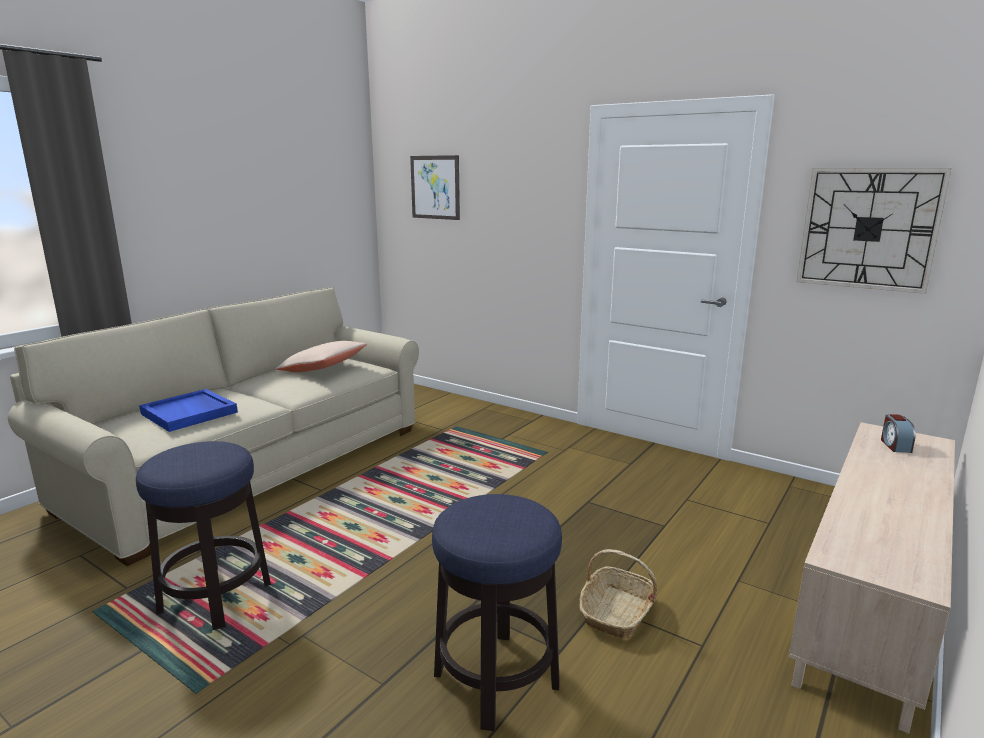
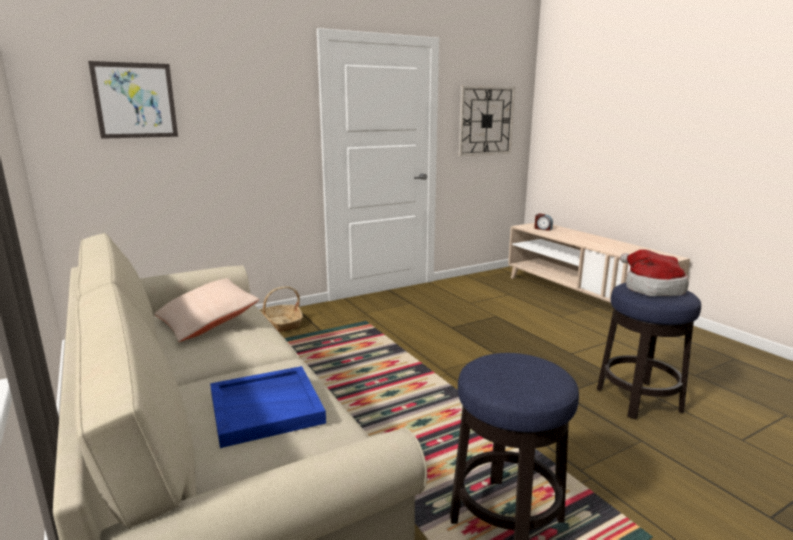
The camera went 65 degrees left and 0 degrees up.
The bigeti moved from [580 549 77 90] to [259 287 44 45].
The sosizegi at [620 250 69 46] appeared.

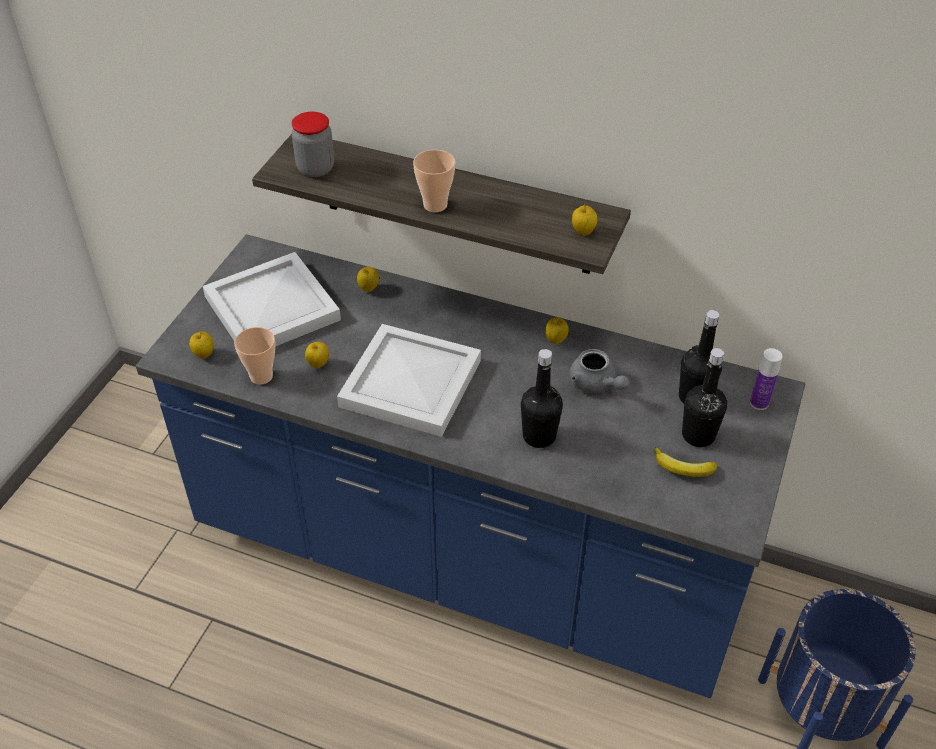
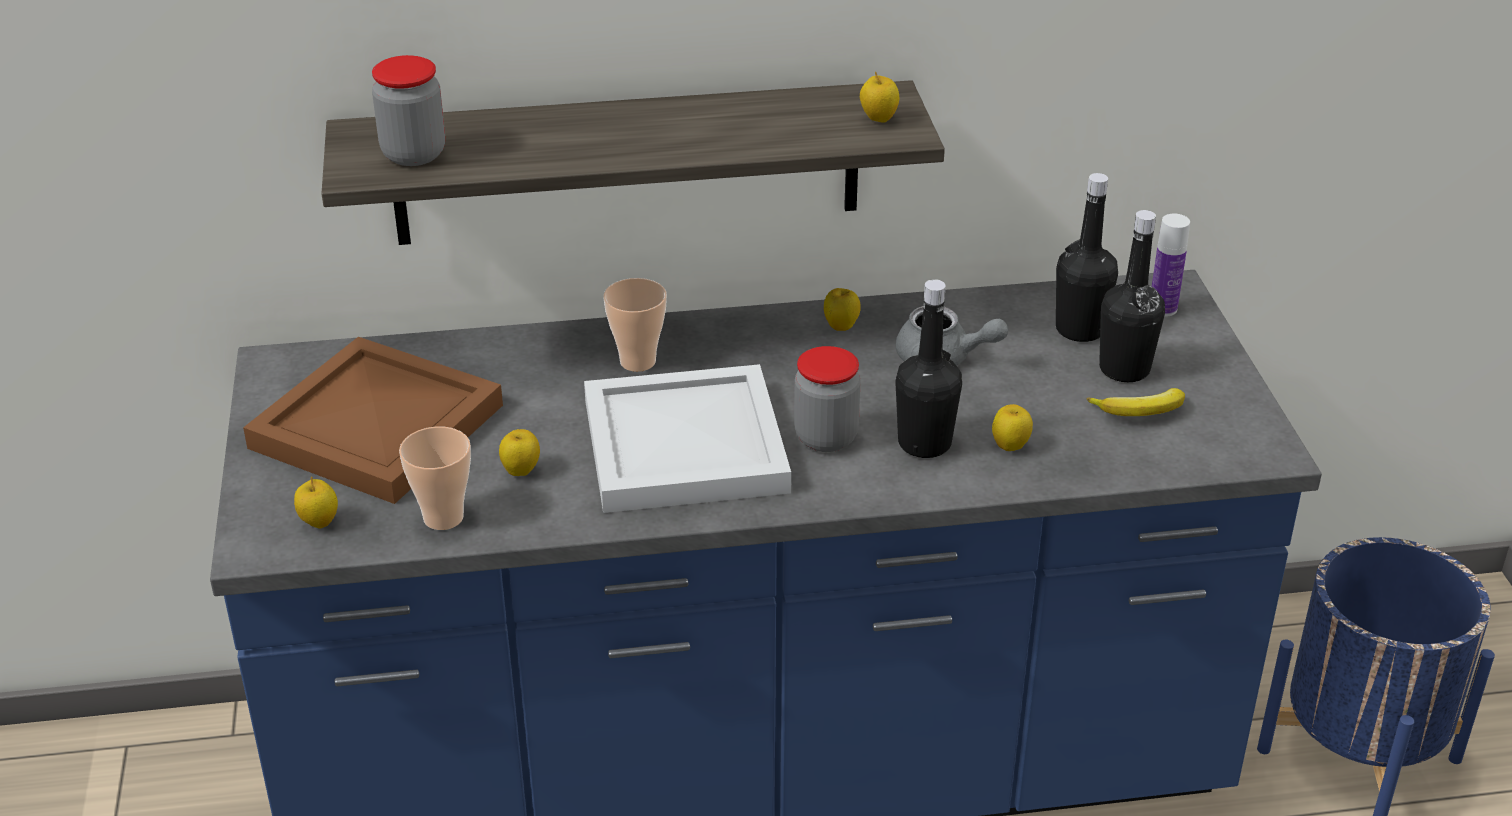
The camera went 30 degrees left and 10 degrees down.
The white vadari at [203 252 138 94] became the brown vadari at [243 337 260 167].
The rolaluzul moved from [413 150 42 62] to [603 278 64 94].
The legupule at [794 346 67 106] appeared.
The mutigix moved from [357 267 22 25] to [992 404 41 47].

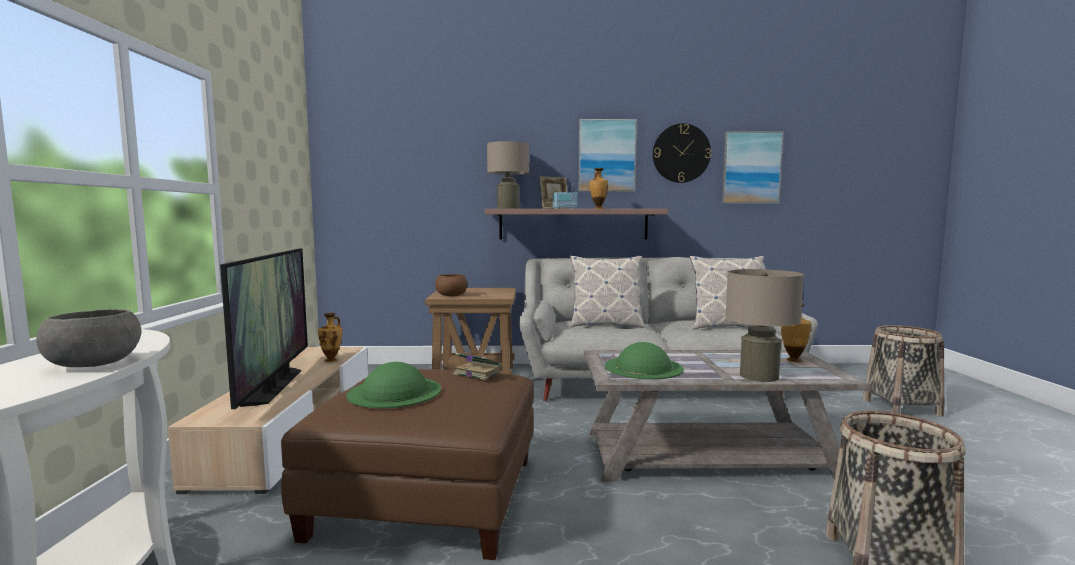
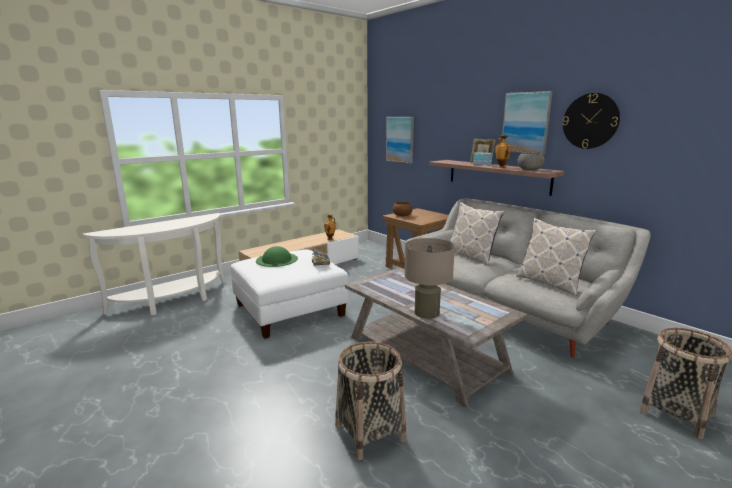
The camera went 50 degrees right and 10 degrees up.
The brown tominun at [281 369 253 191] became the white tominun at [231 249 117 90].
The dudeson moved from [722 132 61 72] to [386 117 28 46].
The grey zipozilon moved from [36 309 106 58] to [517 153 28 17].
The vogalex at [220 248 88 161] disappeared.
The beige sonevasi at [487 141 42 68] disappeared.
The green sosizegi at [605 342 79 37] disappeared.
The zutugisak at [781 303 30 59] disappeared.

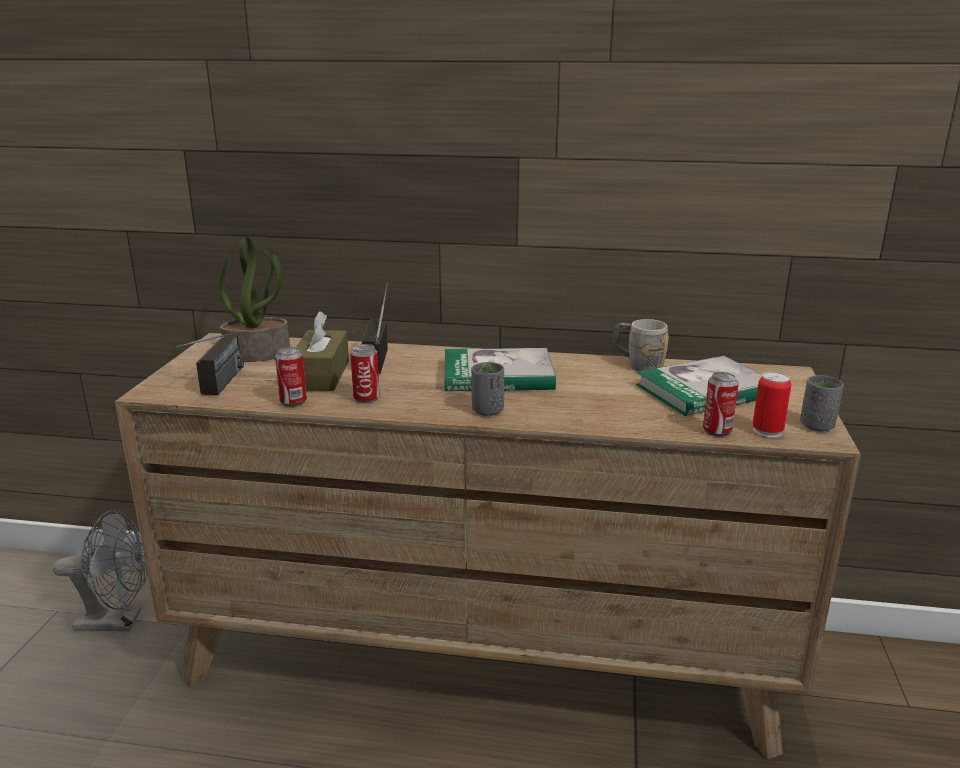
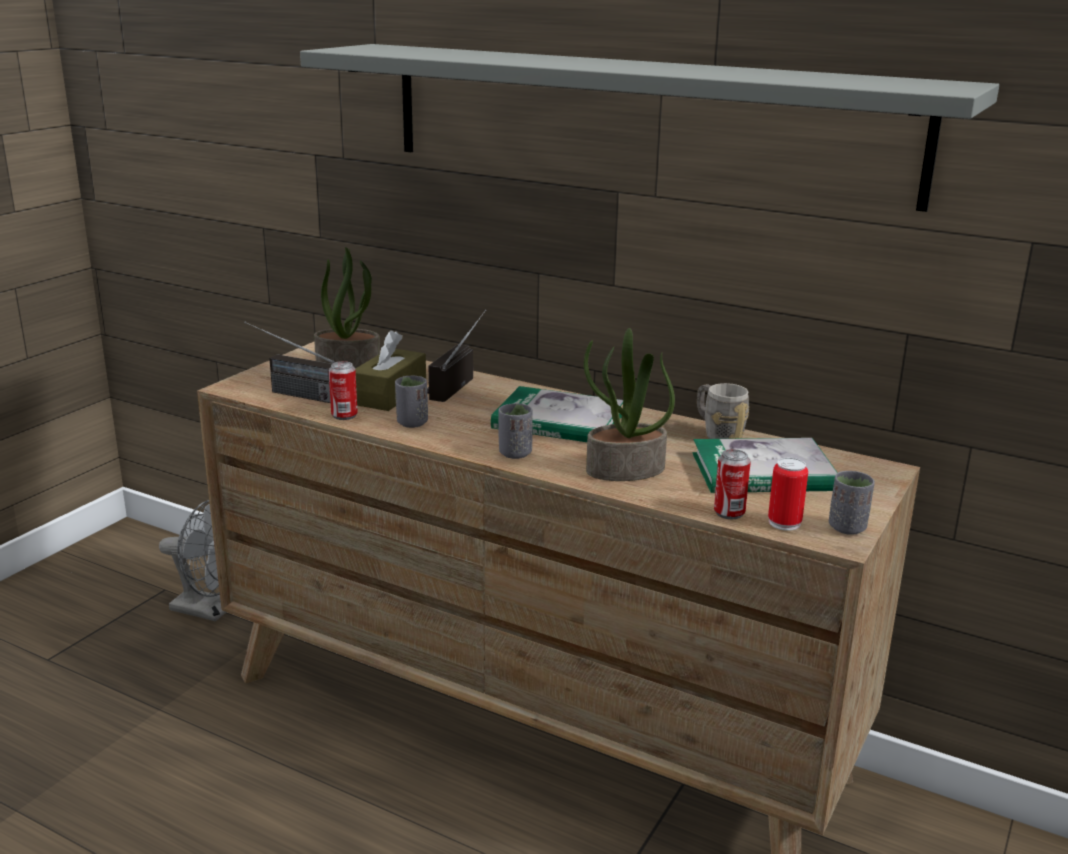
The camera went 20 degrees right and 0 degrees up.
The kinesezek at [176 334 68 61] turned 90 degrees clockwise.
The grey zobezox at [300 44 699 168] appeared.
The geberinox at [350 344 30 59] was replaced by the grey rolaluzul at [395 375 33 53].
The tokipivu at [584 328 91 153] appeared.

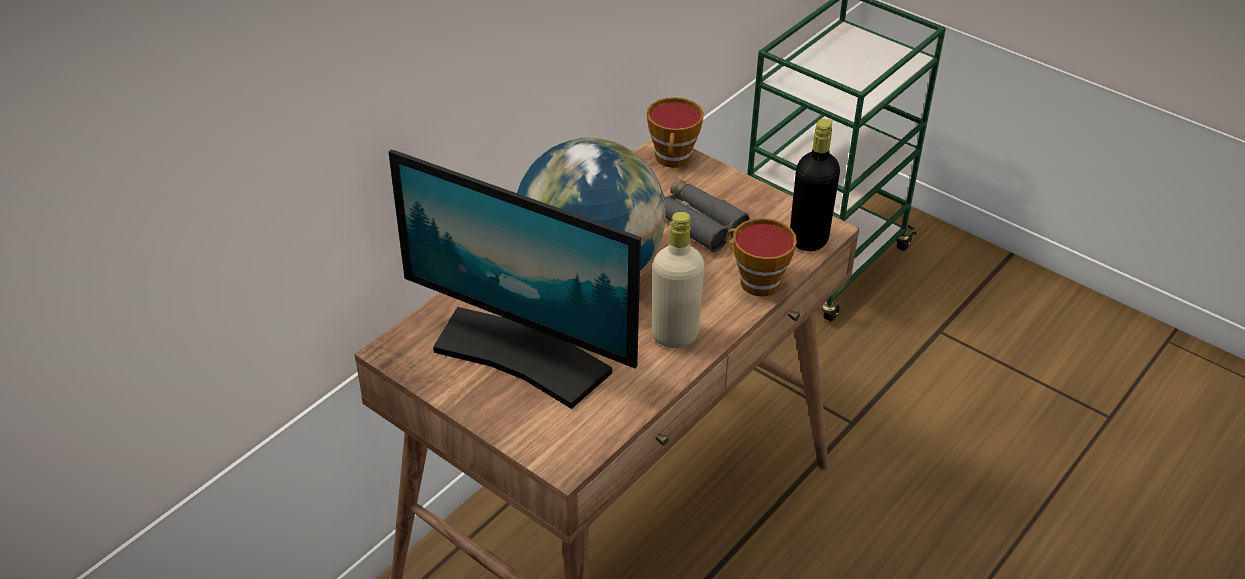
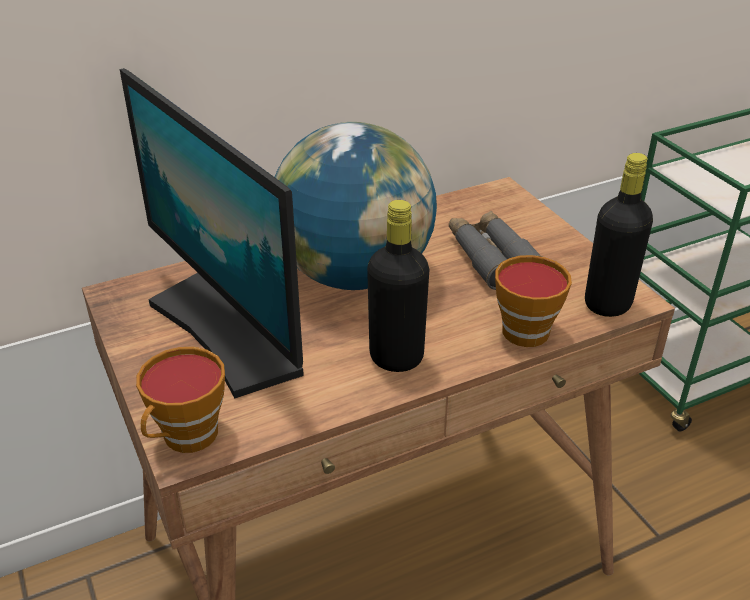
The camera went 25 degrees right and 5 degrees down.
The rolaluzul moved from [647 97 57 71] to [136 347 89 106].
The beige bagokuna at [652 212 53 136] became the black bagokuna at [367 200 63 172].

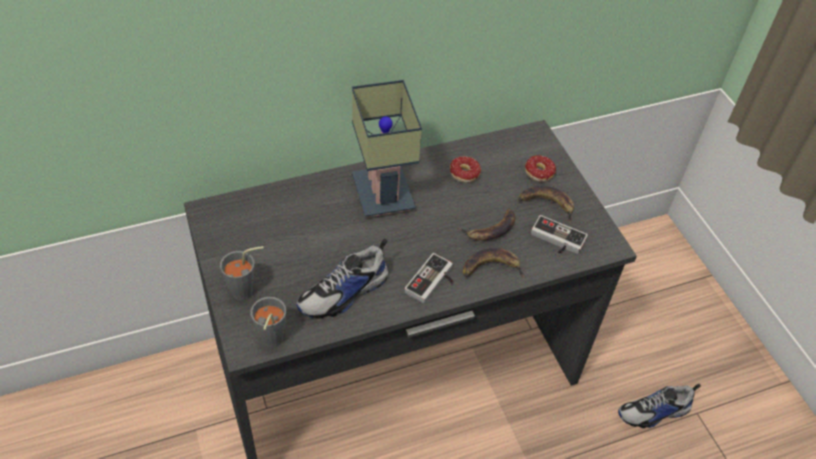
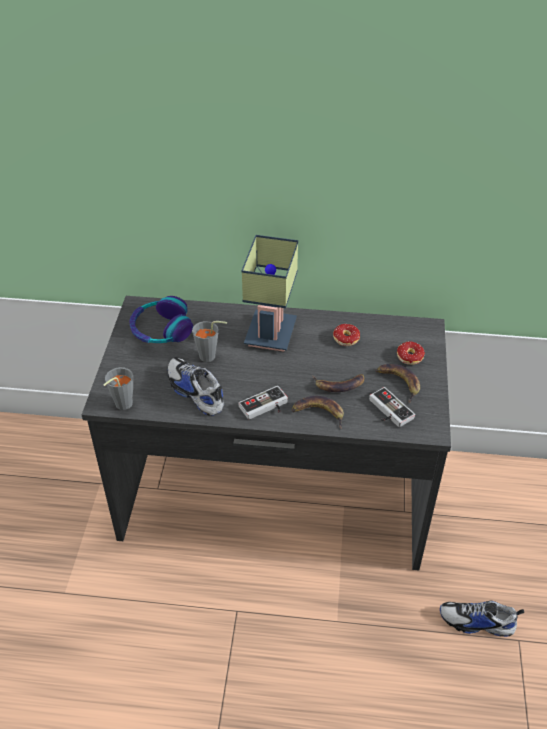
The camera went 30 degrees right and 5 degrees down.
The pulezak at [129 296 64 47] appeared.
The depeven at [296 238 92 80] turned 60 degrees clockwise.
The grey rolaluzul moved from [220 246 44 55] to [192 321 35 41].

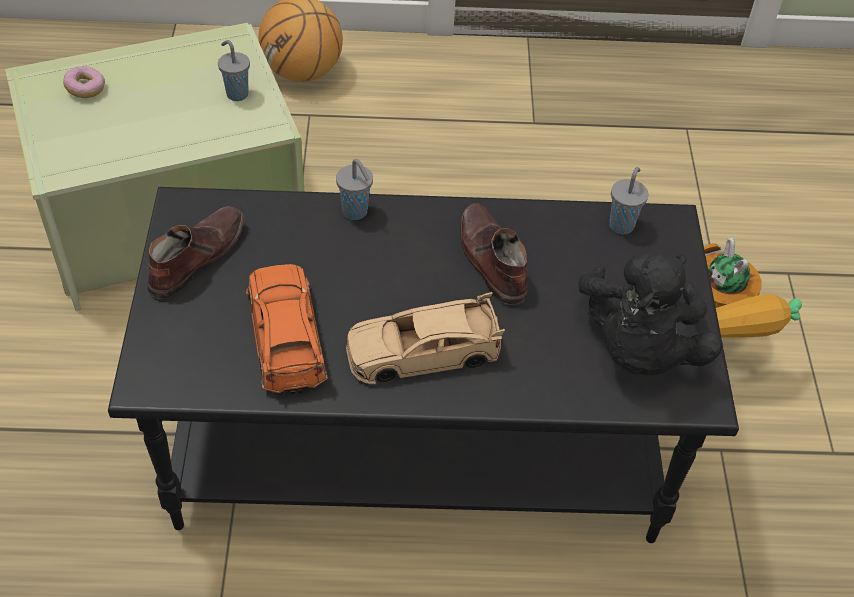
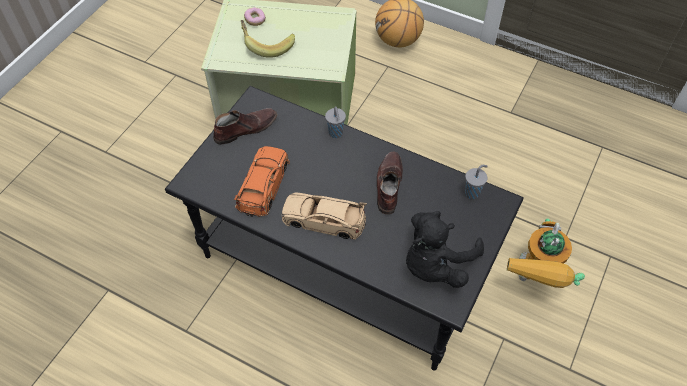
The camera went 30 degrees right and 5 degrees up.
The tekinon at [241 20 54 38] appeared.
The grey rolaluzul at [218 40 32 61] disappeared.

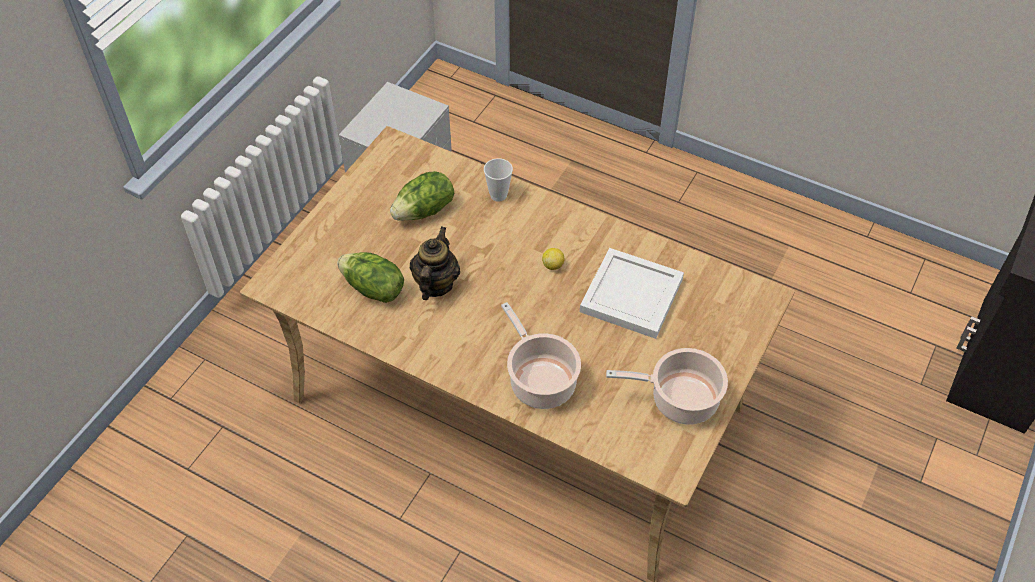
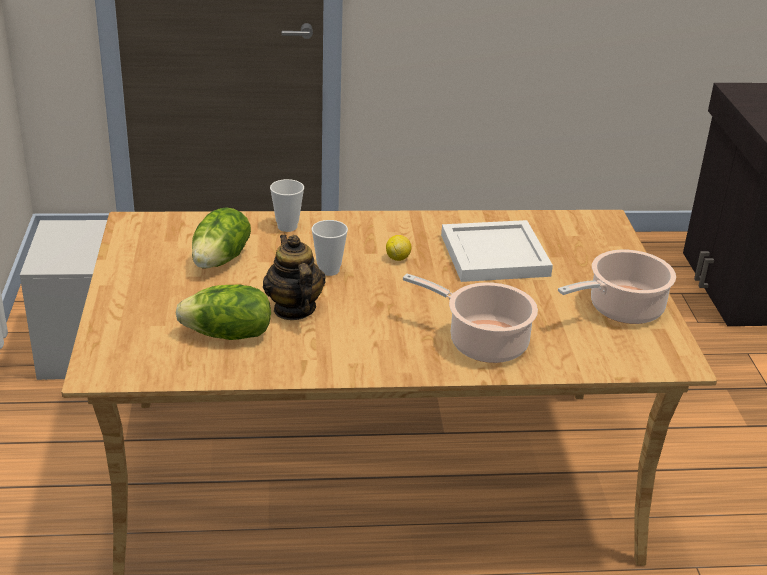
The camera went 35 degrees left and 20 degrees down.
The rolaluzul at [312 220 36 56] appeared.

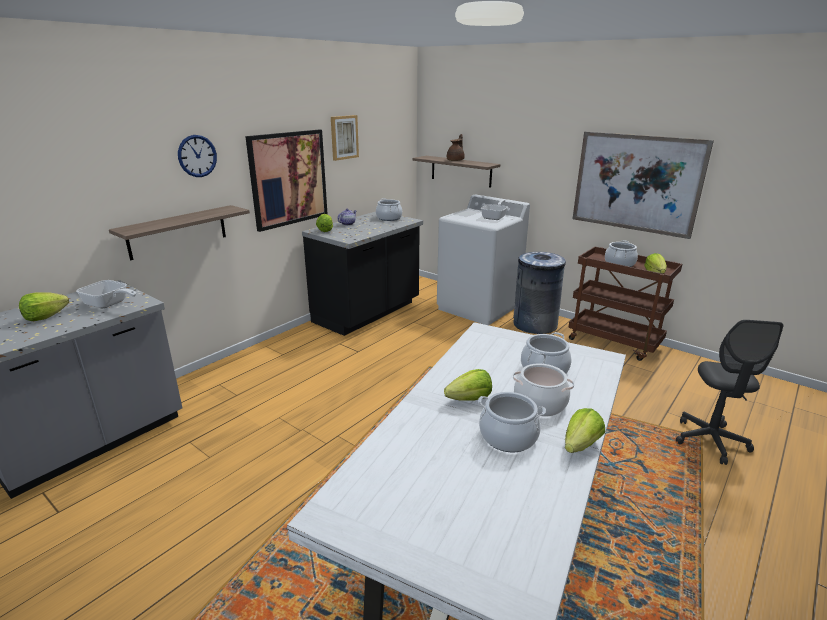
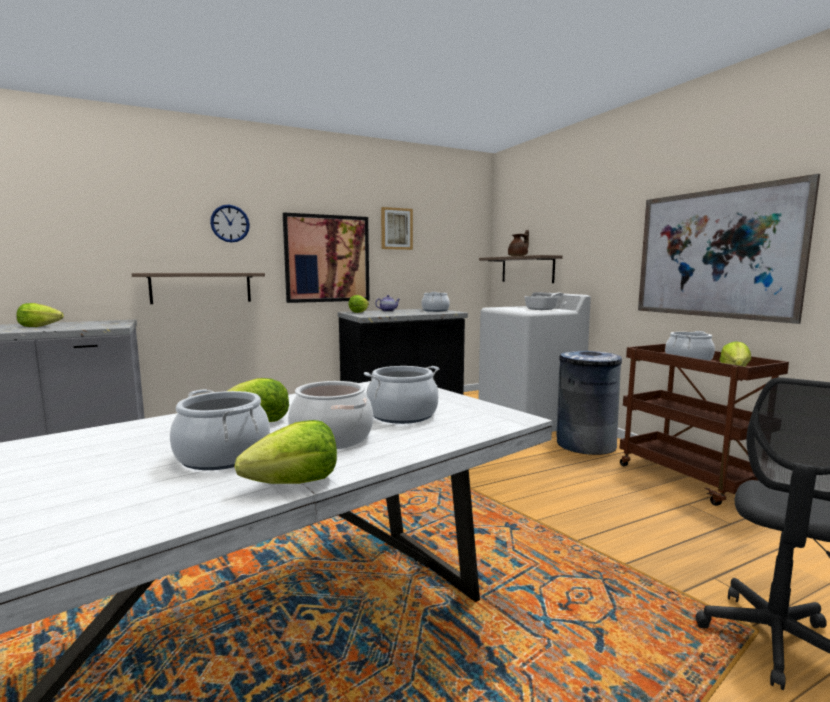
The camera went 25 degrees right and 15 degrees down.
The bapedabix at [76 280 60 28] disappeared.

